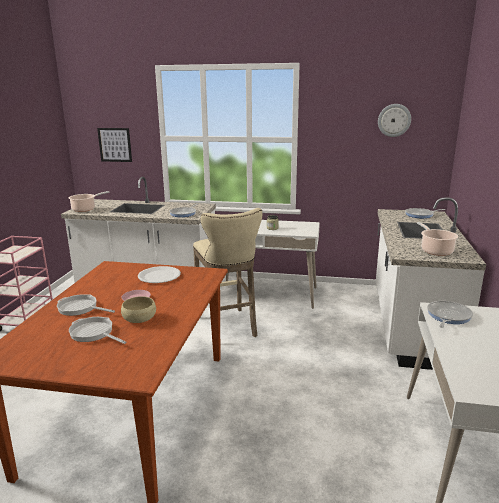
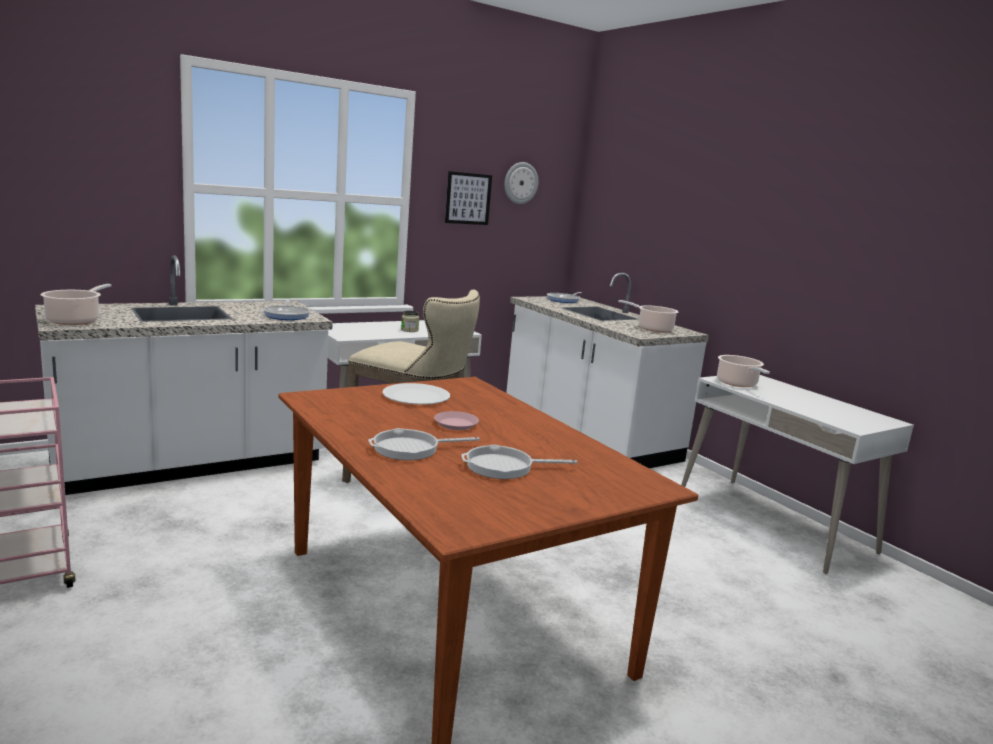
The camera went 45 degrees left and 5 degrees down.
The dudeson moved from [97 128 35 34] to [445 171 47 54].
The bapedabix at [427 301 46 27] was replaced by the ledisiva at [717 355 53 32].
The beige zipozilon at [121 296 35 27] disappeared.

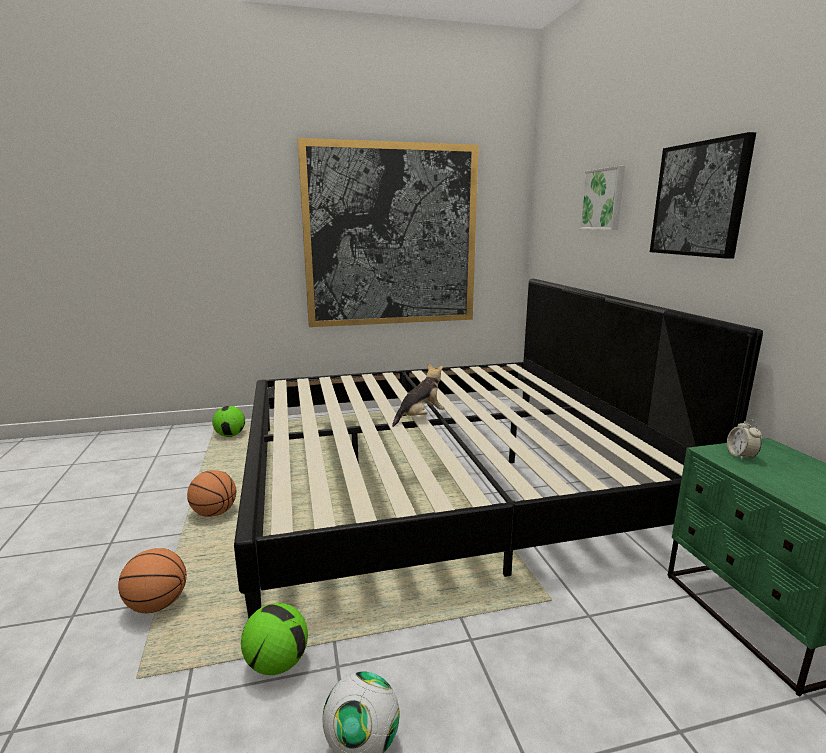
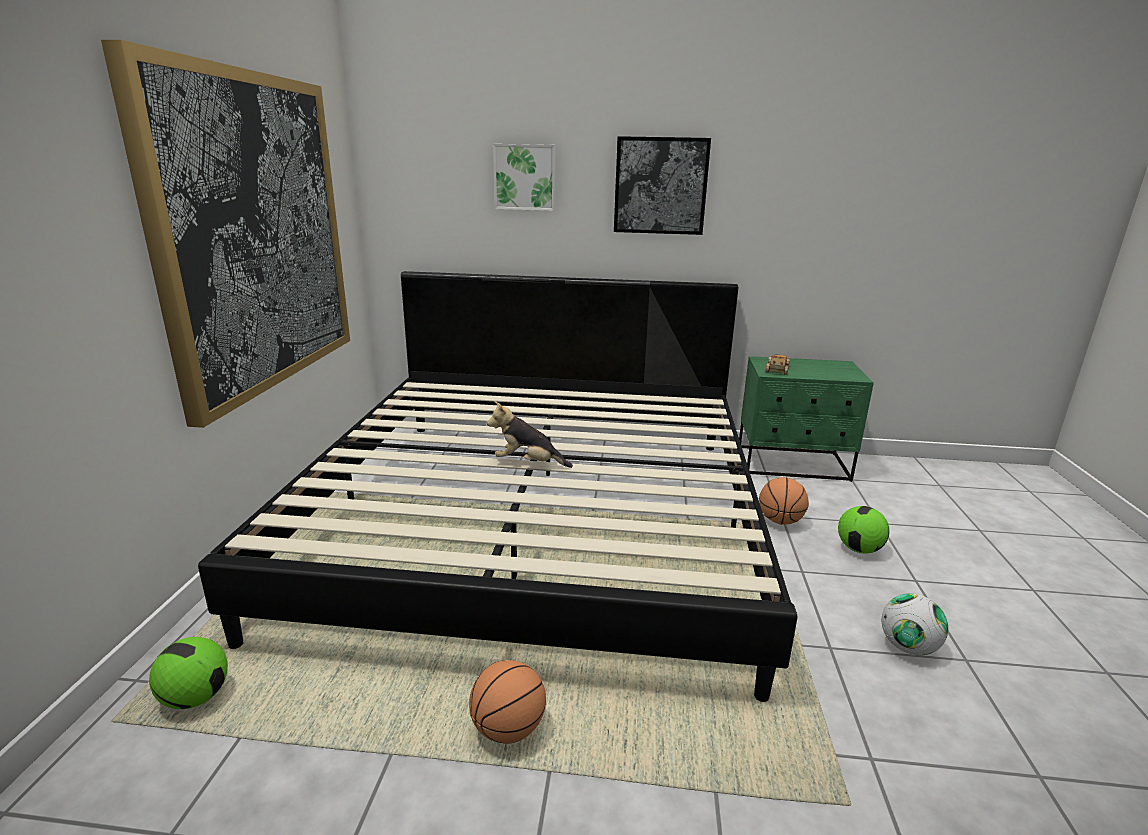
The camera went 70 degrees left and 5 degrees up.
The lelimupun at [392 363 52 64] turned 60 degrees counterclockwise.
The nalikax moved from [118 548 69 65] to [759 477 50 48].
The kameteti at [727 419 35 42] was replaced by the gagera at [766 354 24 21].
The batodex moved from [241 603 67 72] to [838 506 51 48].

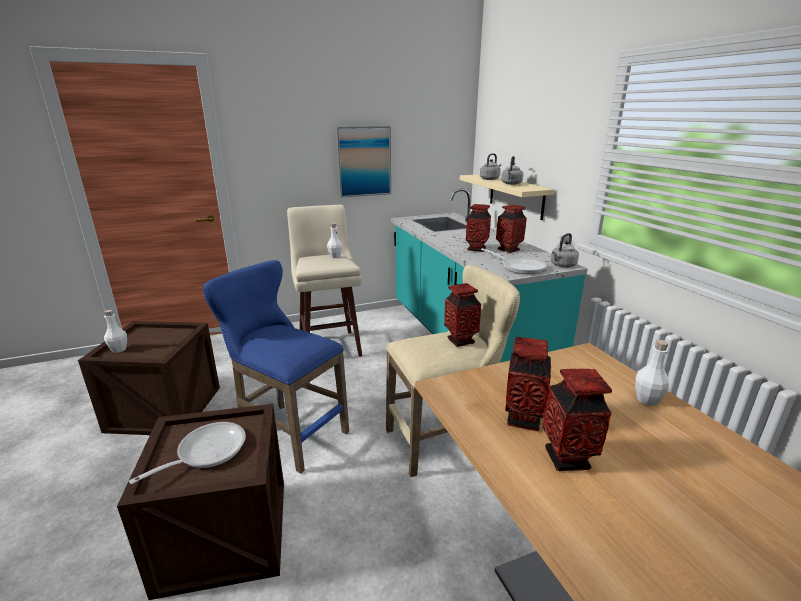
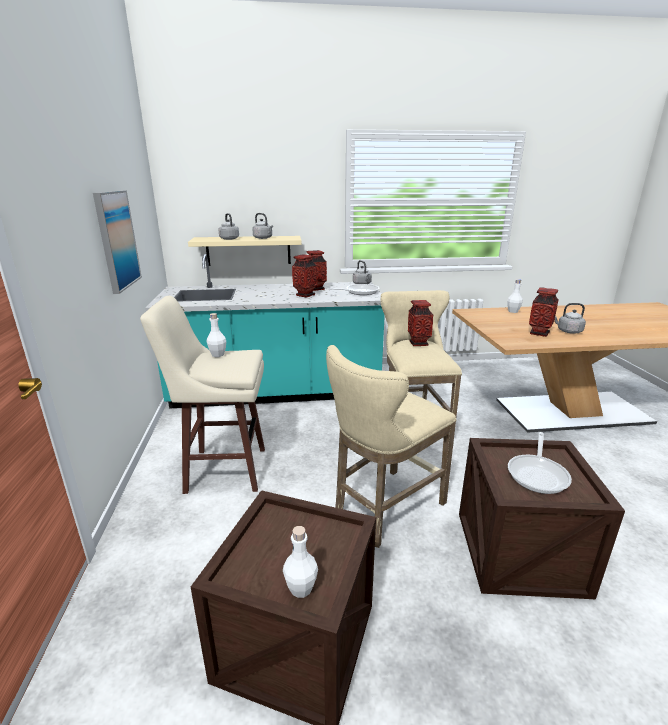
The camera went 75 degrees left and 0 degrees up.
The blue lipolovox at [203 260 146 213] became the beige lipolovox at [326 345 131 203].
The bapedabix at [129 422 117 62] turned 120 degrees counterclockwise.
The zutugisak at [542 369 70 102] was replaced by the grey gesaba at [555 303 31 31].

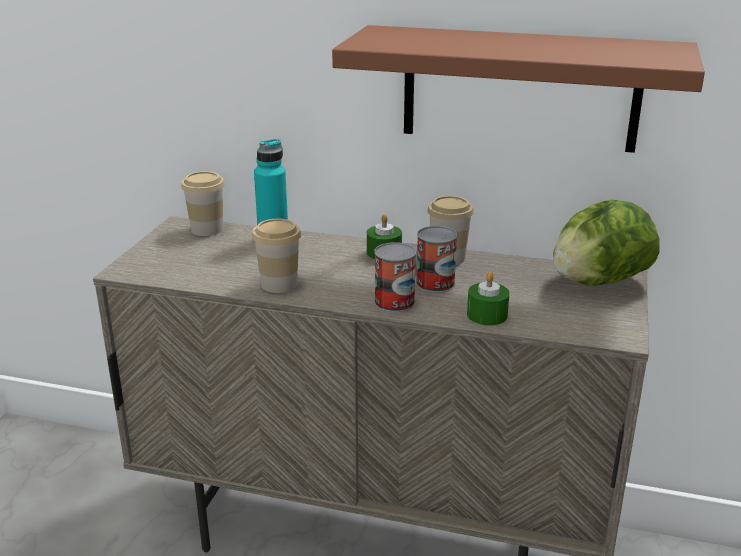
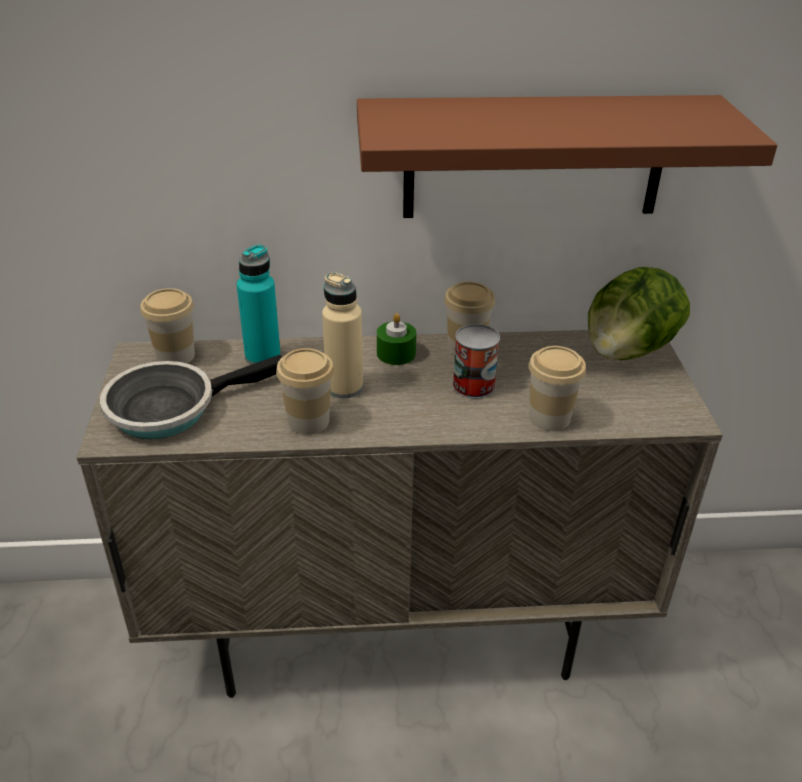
The camera went 20 degrees left and 10 degrees up.
The bapedabix at [100 355 182 84] appeared.
The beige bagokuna at [322 272 41 126] appeared.
The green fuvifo at [467 272 43 53] was replaced by the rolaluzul at [529 346 57 85].
The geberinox at [374 242 42 70] disappeared.

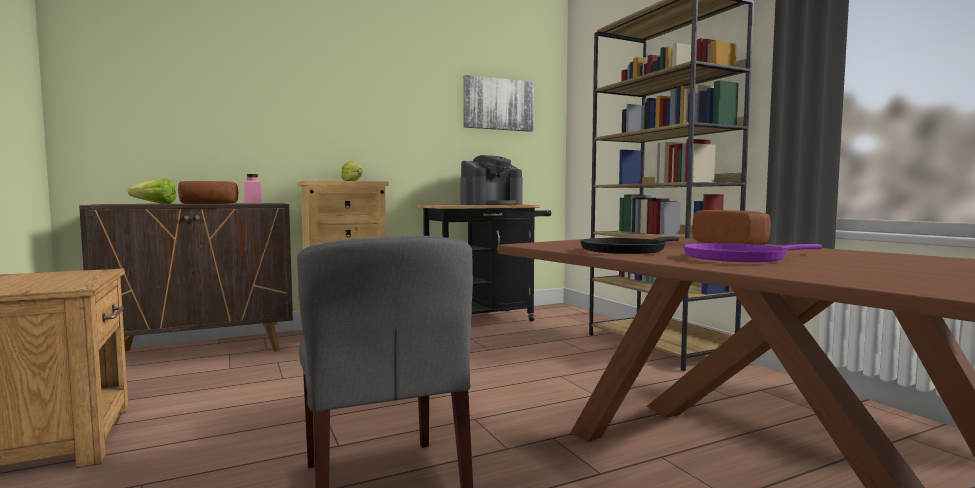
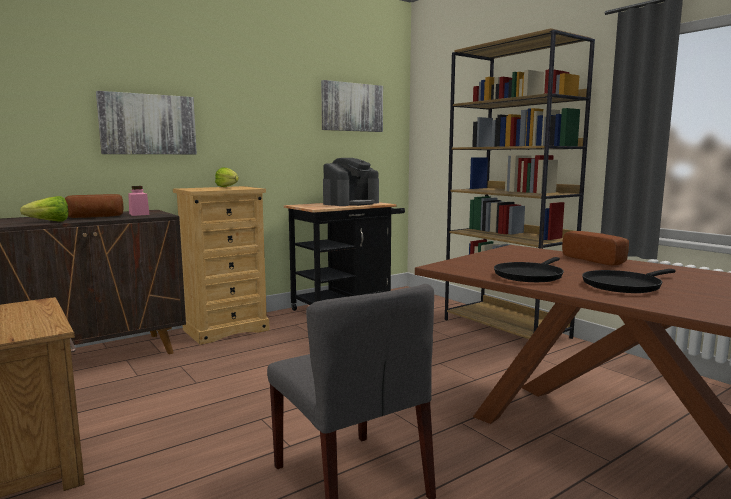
The camera went 10 degrees left and 5 degrees up.
The dudeson at [96 91 101 63] appeared.
The purple bapedabix at [683 243 139 19] became the black bapedabix at [582 269 94 24].

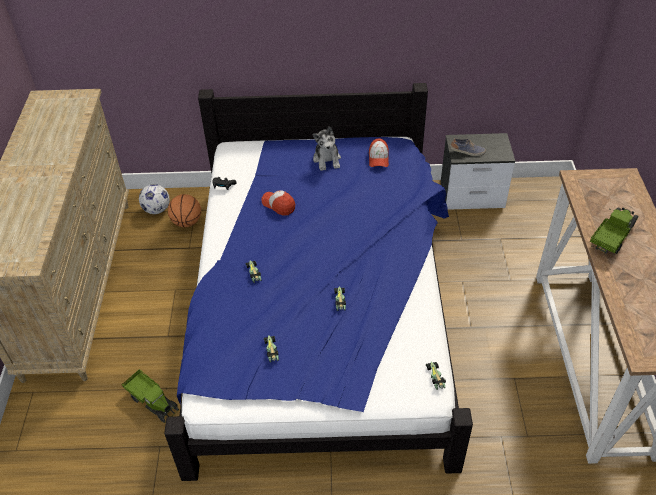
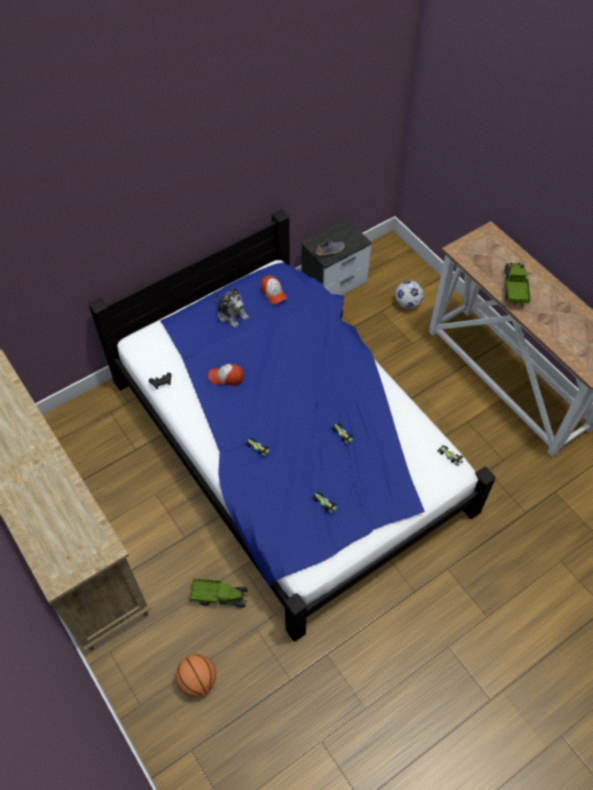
The camera went 35 degrees left and 10 degrees up.
The nalikax moved from [168 194 33 33] to [176 654 40 43].
The batodex moved from [139 184 31 30] to [395 281 29 28].

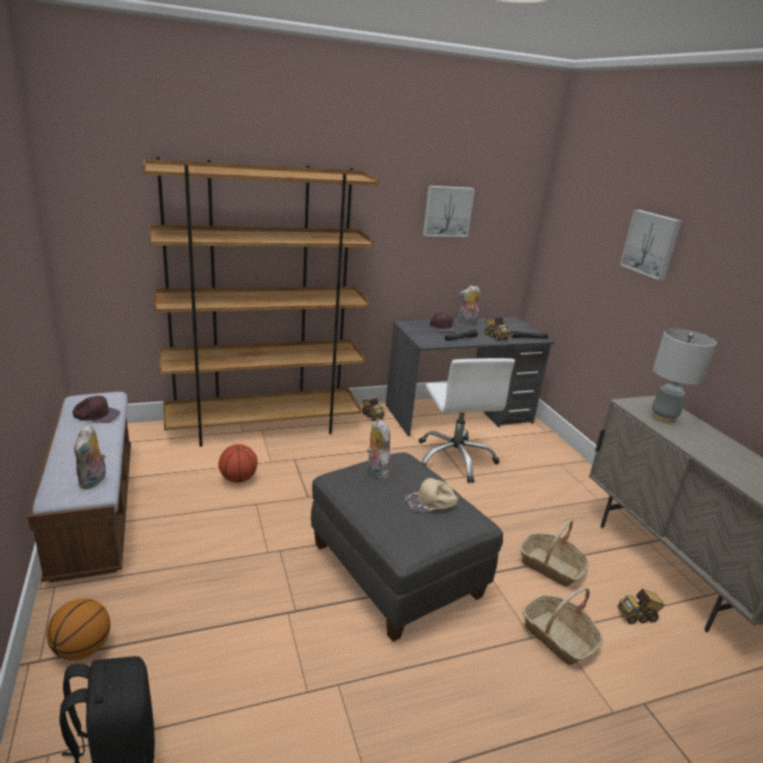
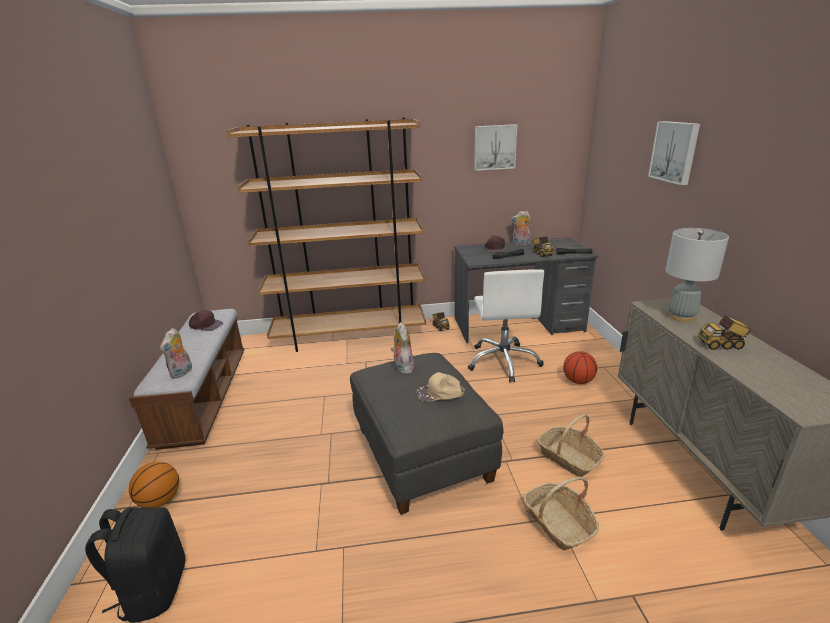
The camera went 15 degrees right and 0 degrees up.
The nalikax moved from [218 444 40 39] to [563 351 34 33].
The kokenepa moved from [617 589 48 36] to [698 315 54 35].

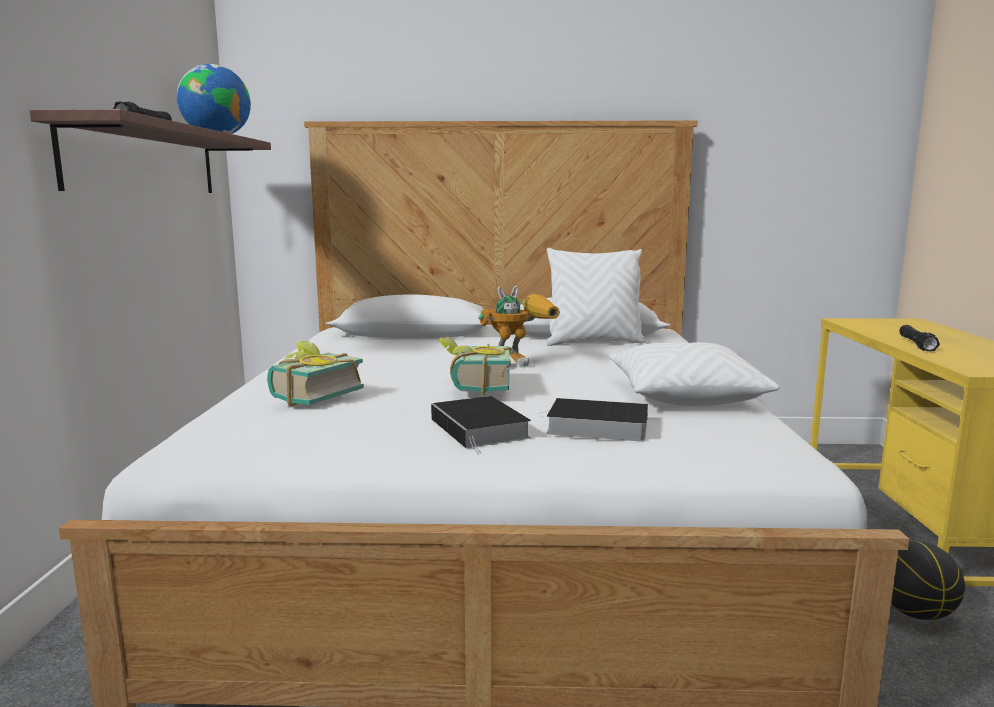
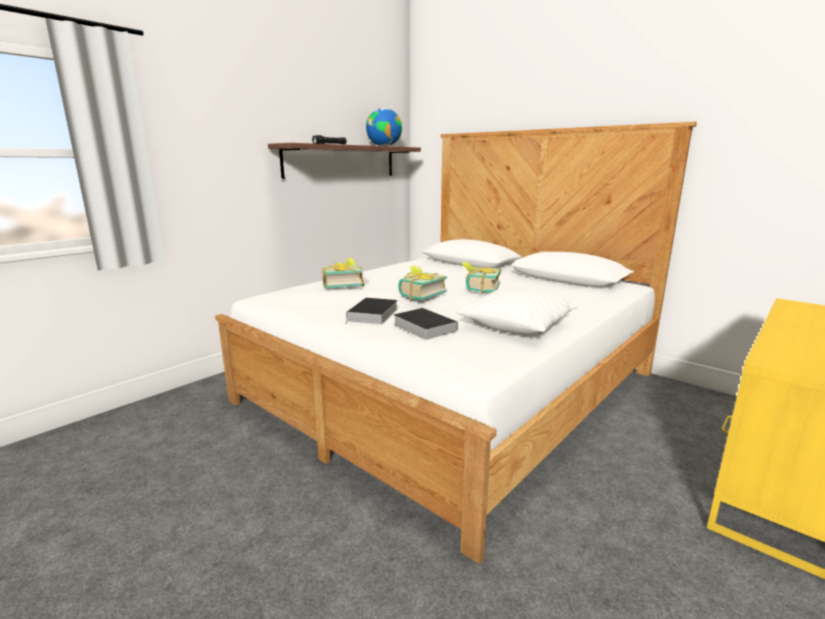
The camera went 40 degrees right and 5 degrees up.
The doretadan at [478 286 82 82] was replaced by the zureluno at [462 262 39 32].
The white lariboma at [547 248 99 98] disappeared.
The nalikax at [891 541 74 79] disappeared.
The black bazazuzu at [899 325 41 26] disappeared.

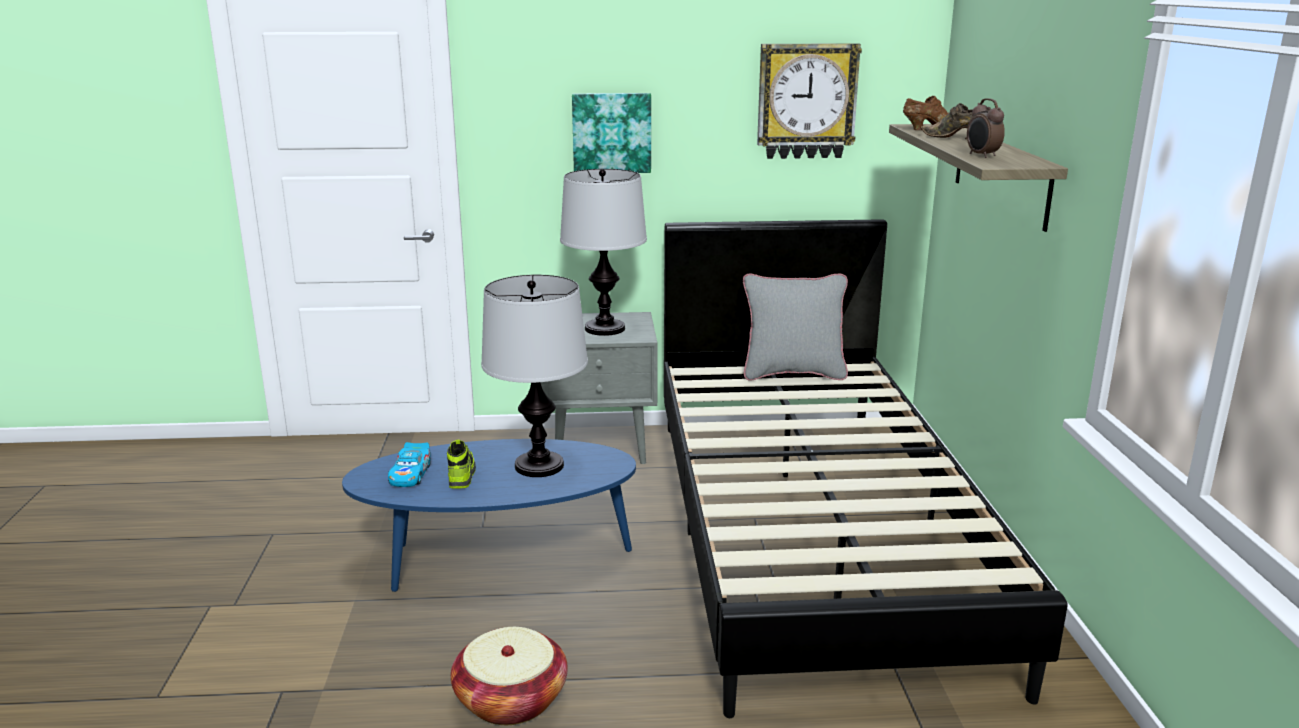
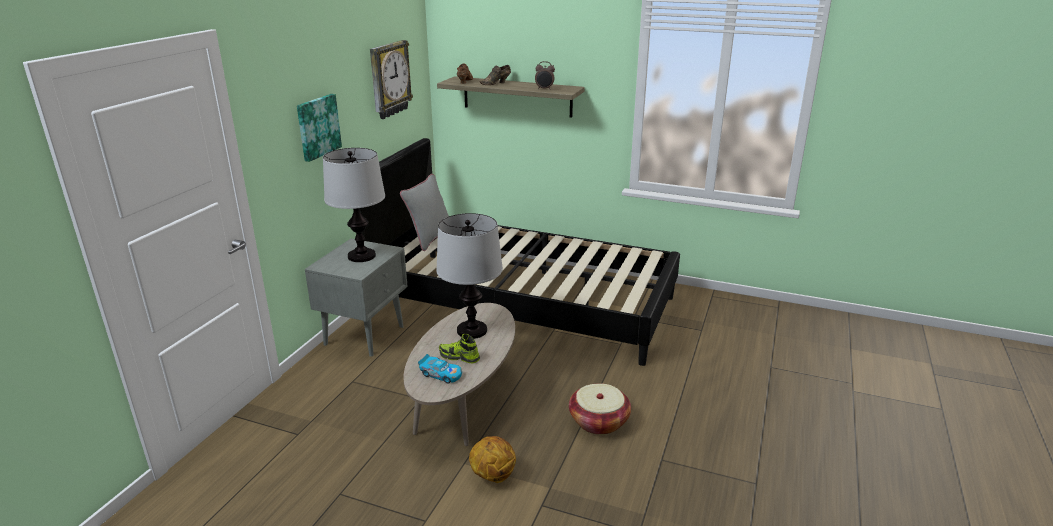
The camera went 65 degrees left and 5 degrees up.
The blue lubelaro at [342 439 294 153] became the beige lubelaro at [403 303 112 143].
The nalikax at [469 436 47 47] appeared.

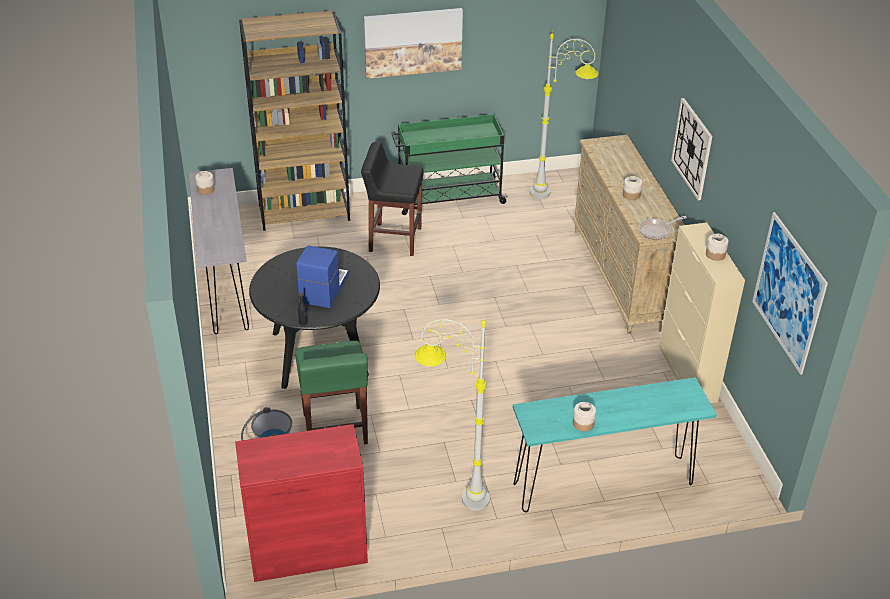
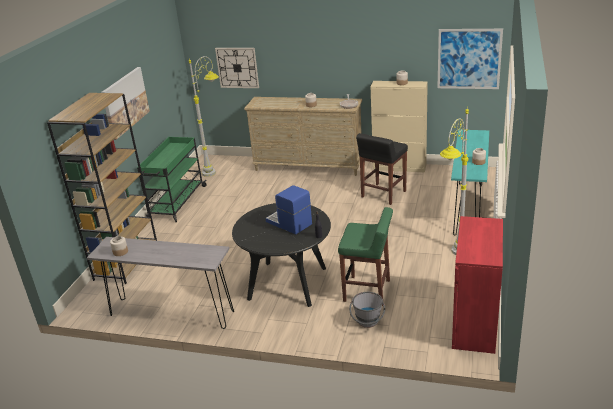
The camera went 60 degrees left and 10 degrees down.
The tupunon moved from [671 98 41 102] to [215 48 44 40].
The black lipolovox moved from [361 142 63 114] to [356 133 52 72].

